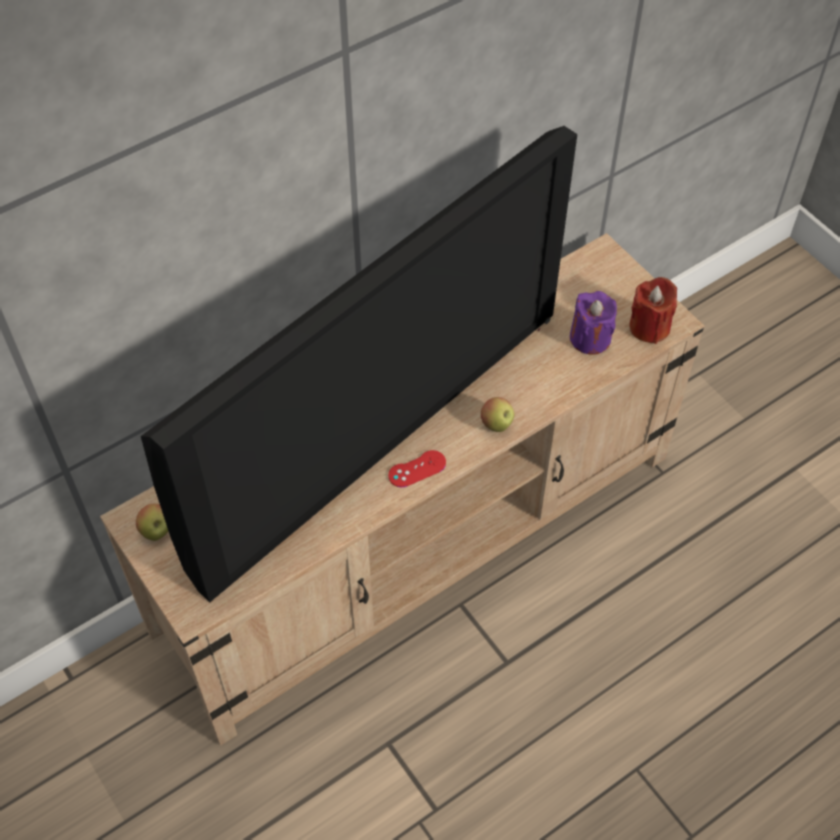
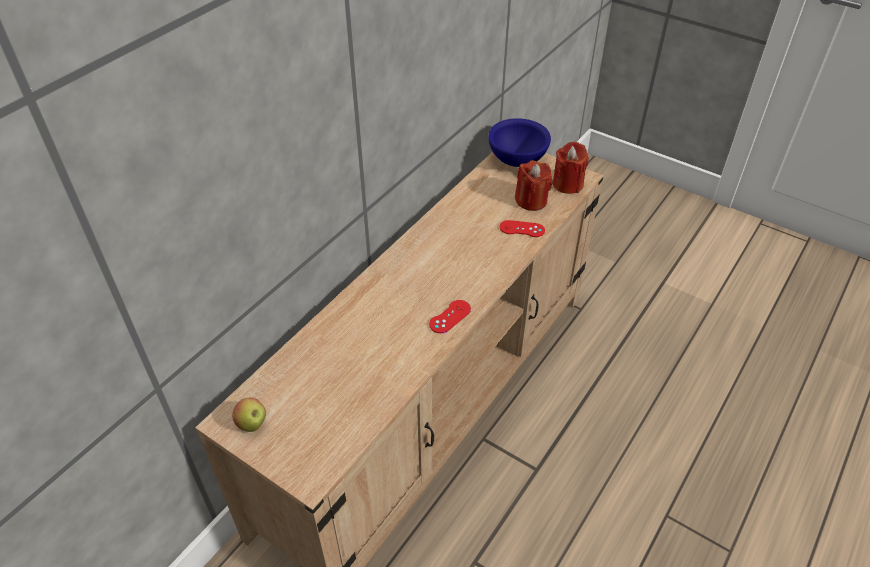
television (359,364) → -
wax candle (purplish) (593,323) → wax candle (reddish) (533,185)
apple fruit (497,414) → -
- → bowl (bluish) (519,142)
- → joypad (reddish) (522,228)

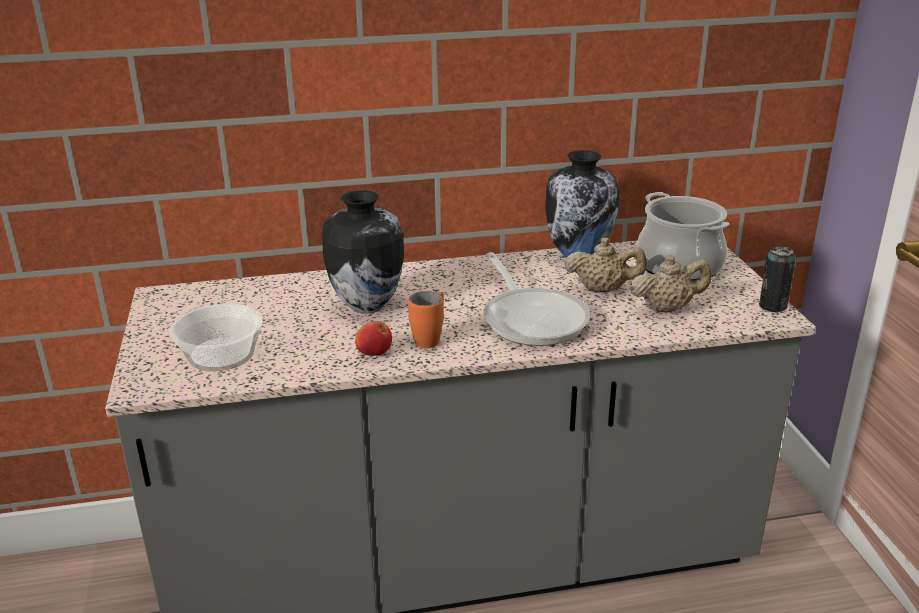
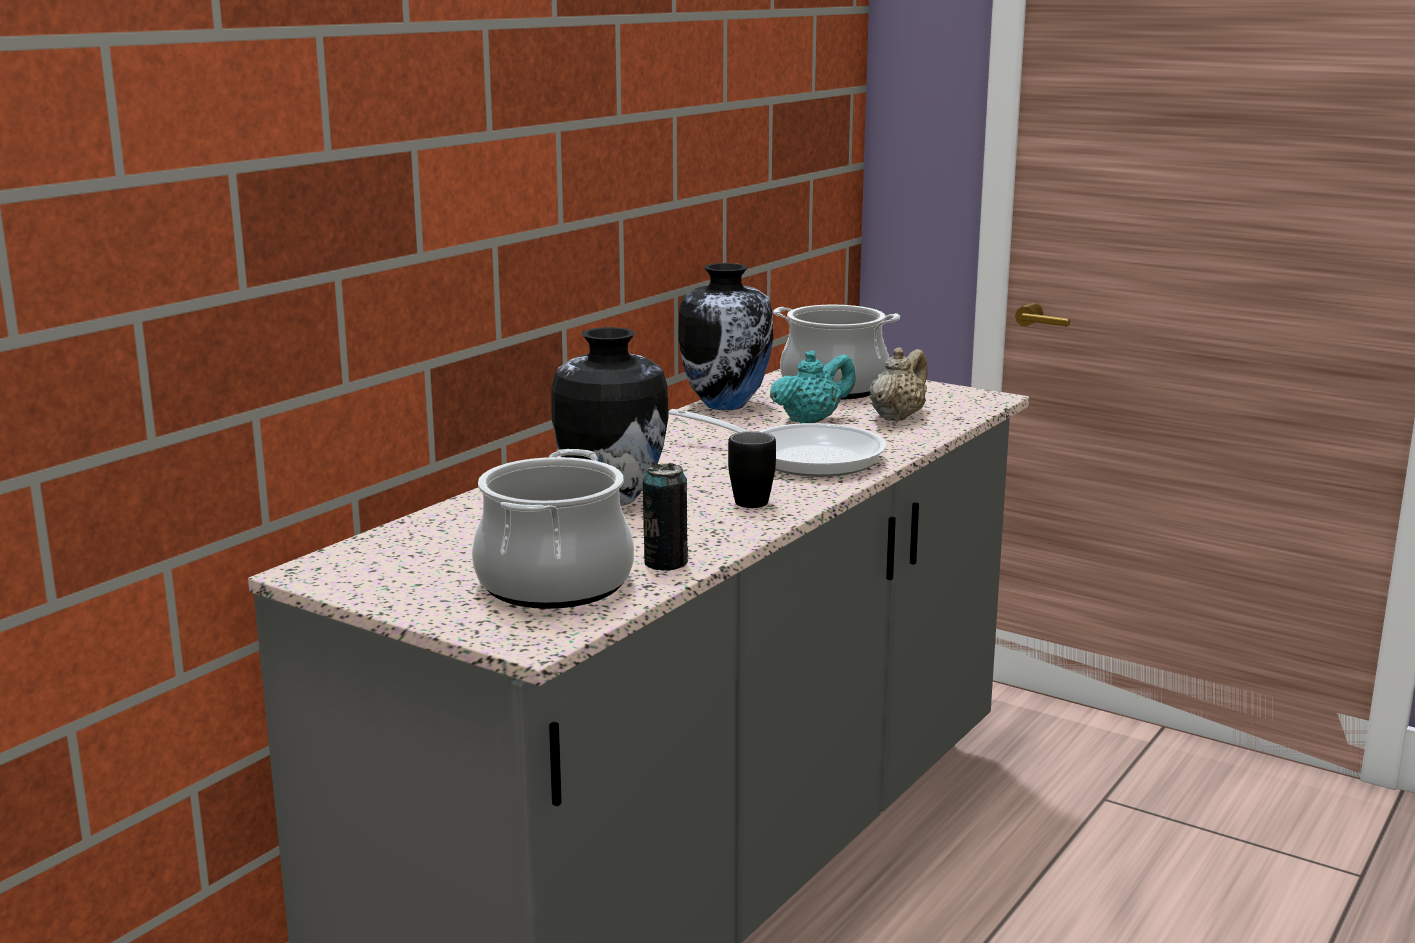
pot for tea (sand-coloured) (605,265) → pot for tea (blue-green) (813,386)
metal can (777,279) → metal can (665,517), move
mug (orange-coloured) (426,319) → mug (black) (752,469)
bowl (216,337) → saucepot (553,529)
apple fruit (373,338) → -

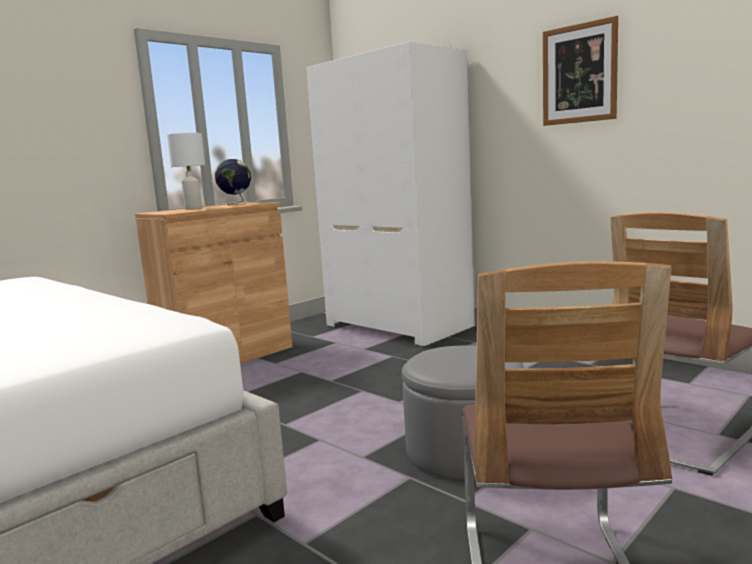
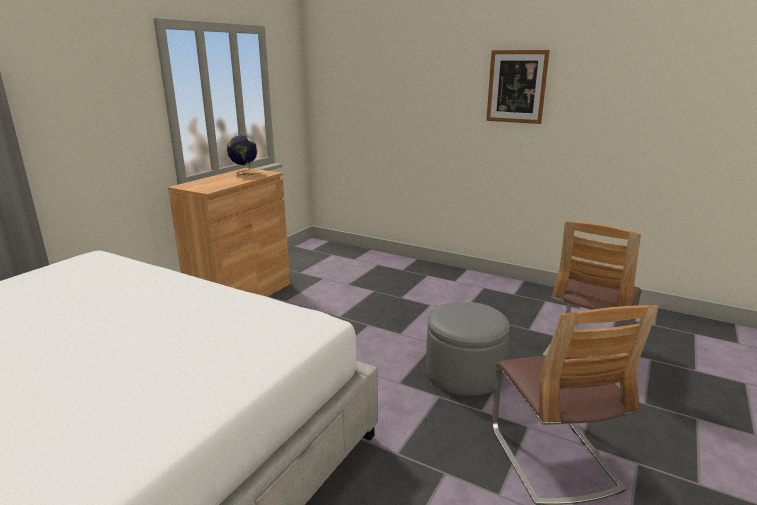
clothes cupboard (white) (390,194) → -
lamp for a table (white) (186,171) → -

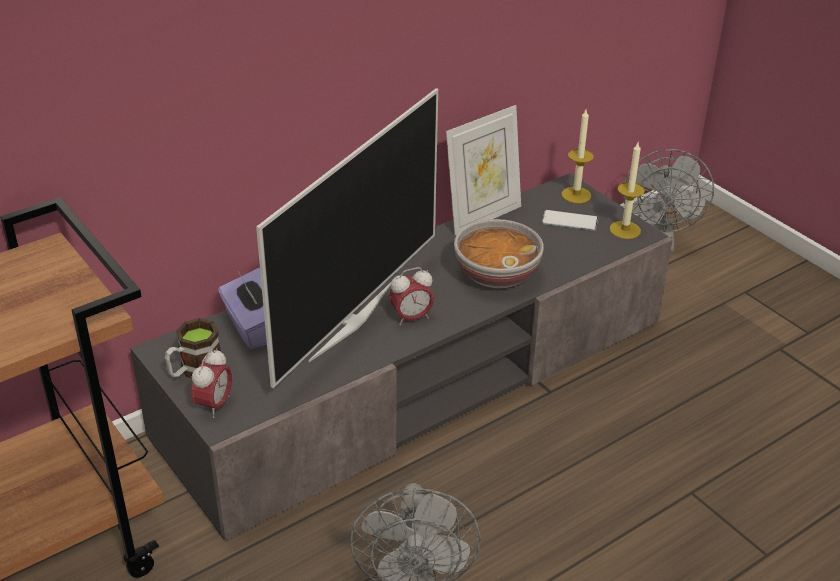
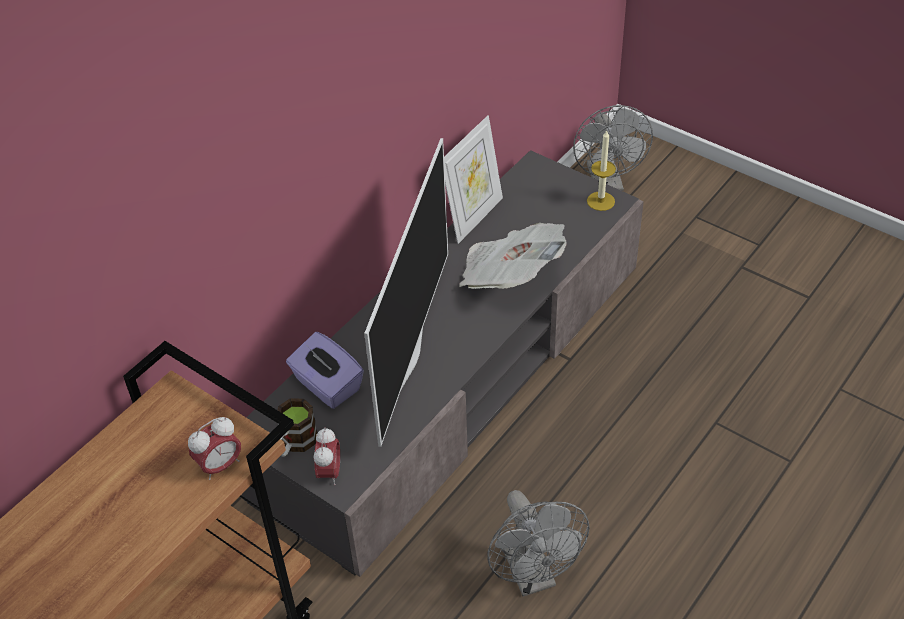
wax candle (578,156) → -
telephone (570,220) → -
bowl (499,253) → newspaper (513,256)
table clock (411,296) → table clock (214,448), move

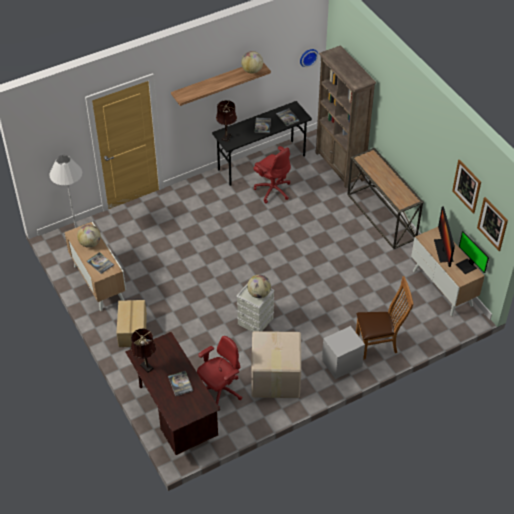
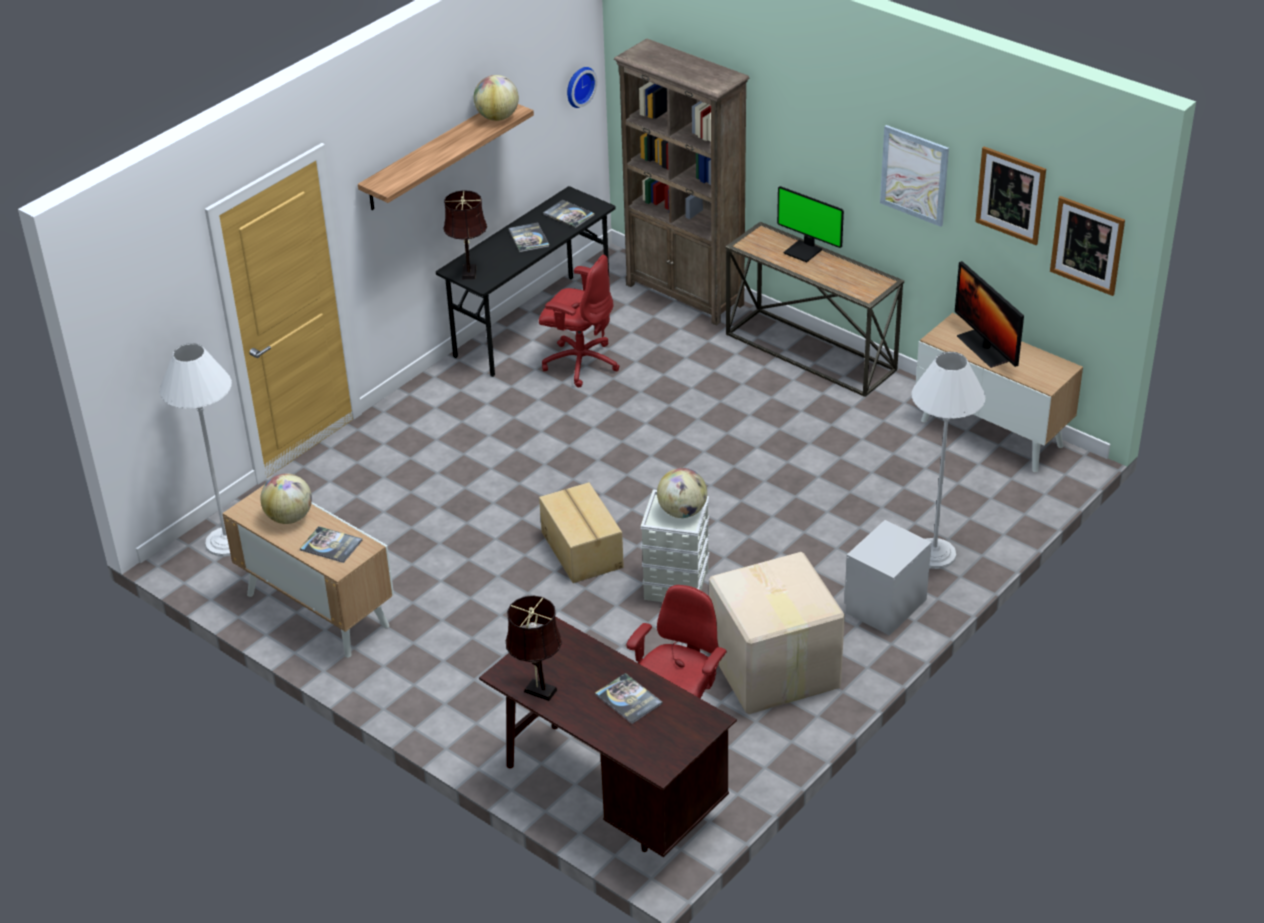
computer display (472,252) → computer display (810,224), move
chair (brownish) (384,317) → floor lamp (white) (949,460)
packing box (131,323) → packing box (581,532), move
- → wall art (914,176)

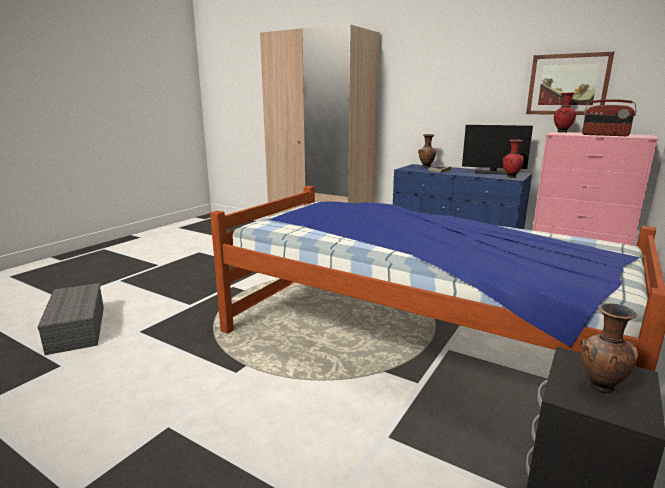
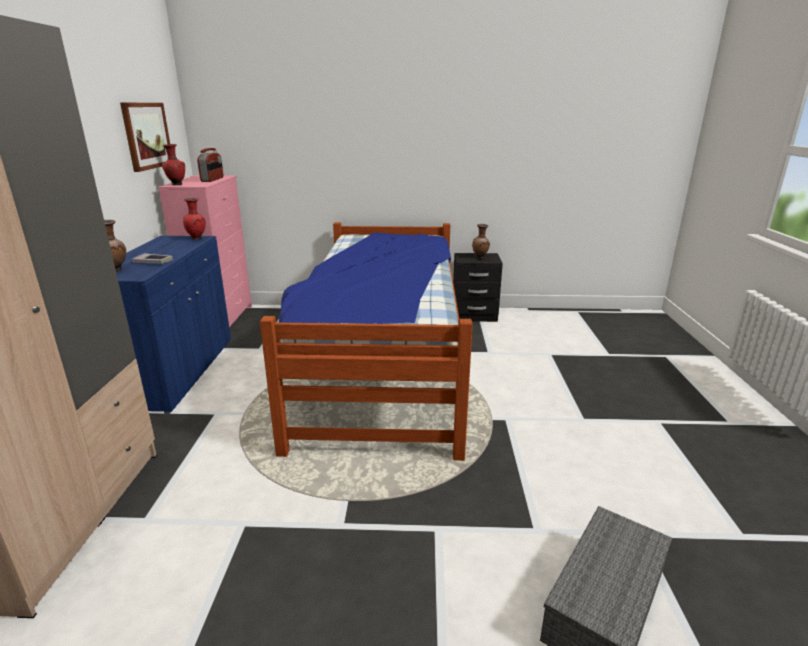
computer display (497,150) → -

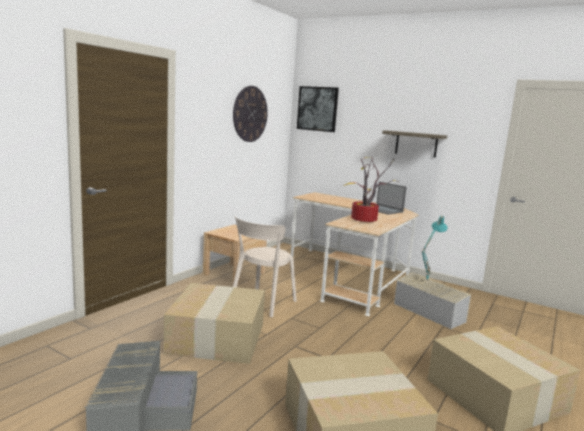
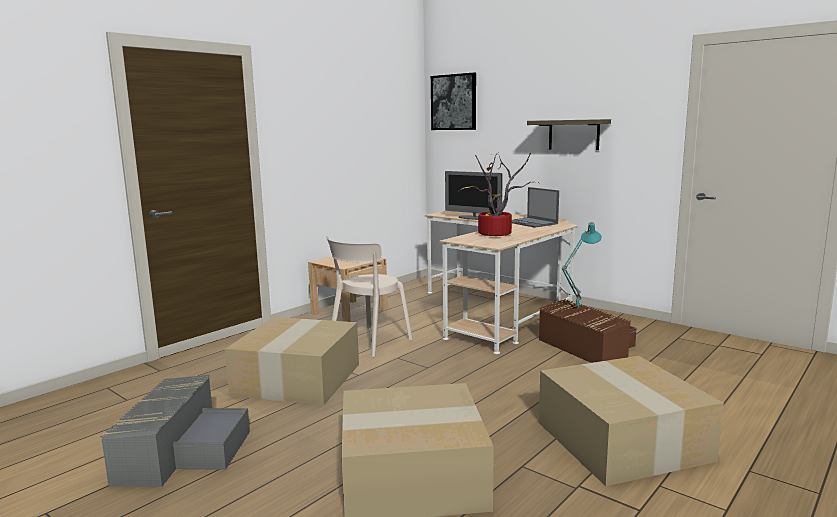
hanging clock (250,114) → -
storage container (grey) (433,300) → storage container (brownish) (587,331)
- → computer display (474,195)

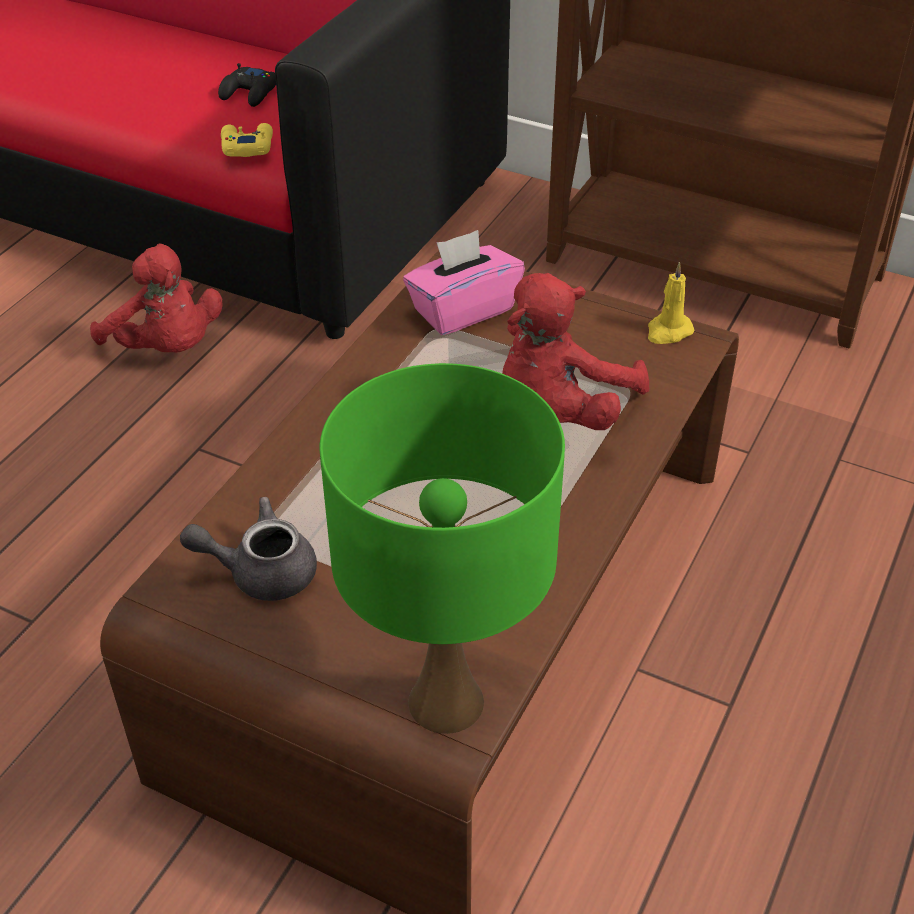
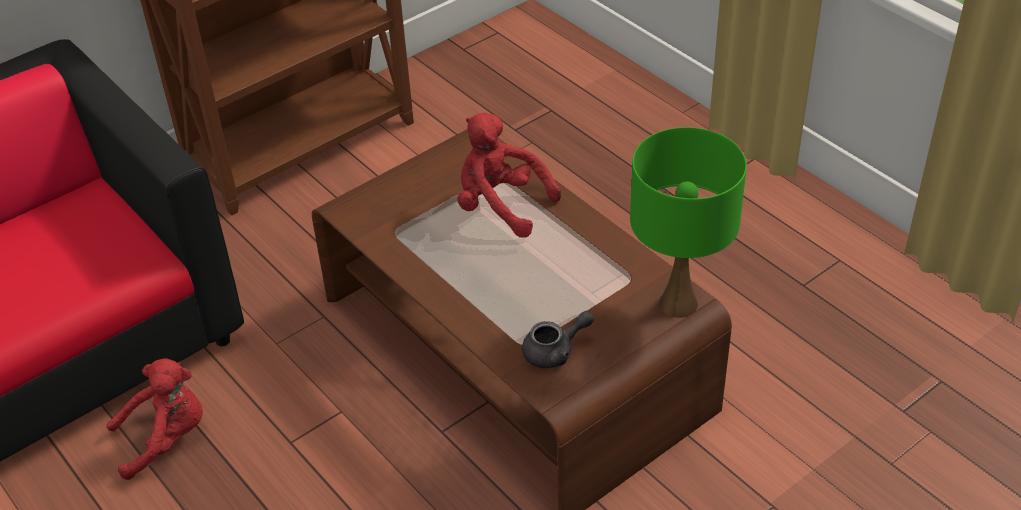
joypad (black) (247,85) → -
joypad (yellow-coloured) (247,140) → -
box of tissues (pink-coloured) (464,282) → -
wax candle (yellow-coloured) (671,303) → -
soft toy (reddish) (575,351) → soft toy (reddish) (509,175), 150 degrees clockwise
pot for tea (grey) (248,549) → pot for tea (grey) (558,339), 135 degrees counterclockwise

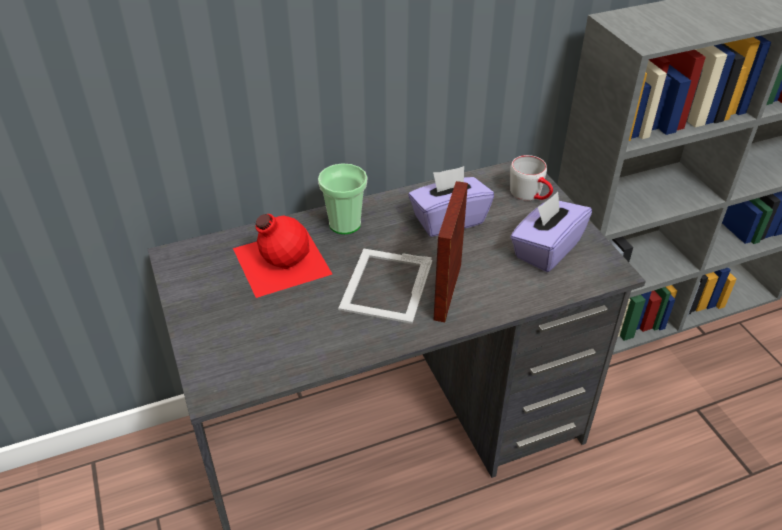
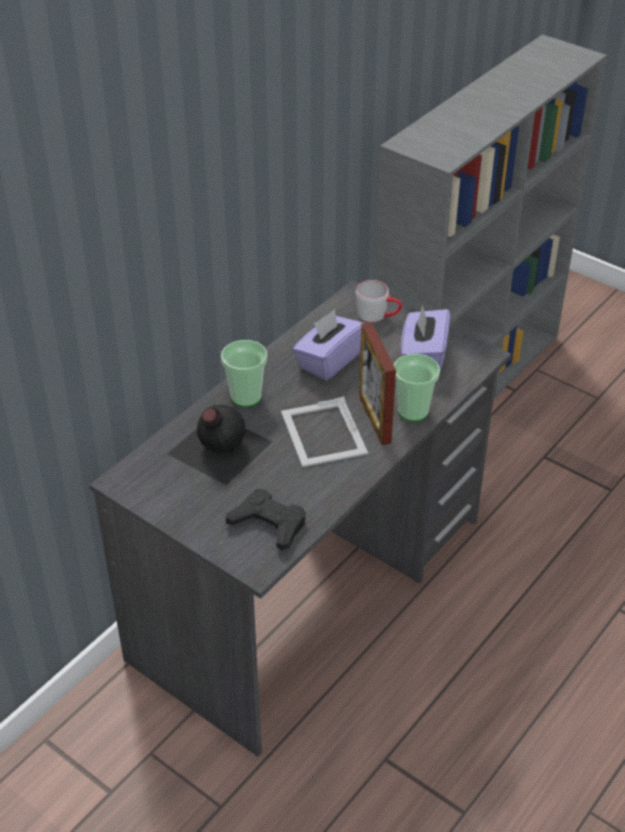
drink bottle (reddish) (282,256) → drink bottle (black) (220,445)
- → drinking cup (417,387)
- → joypad (black) (265,519)

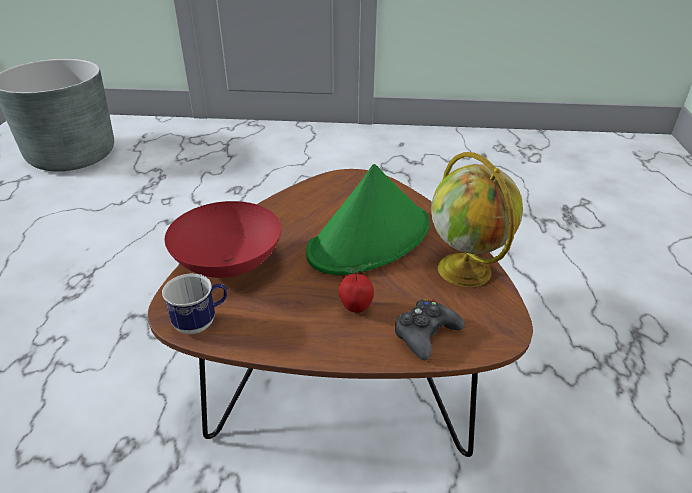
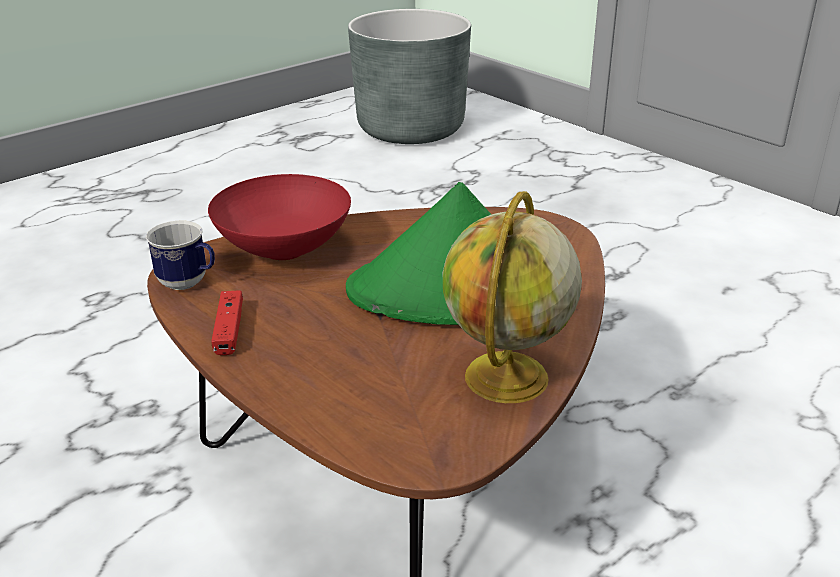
apple fruit (356,292) → -
joypad (black) (429,329) → -
- → joypad (reddish) (227,322)

